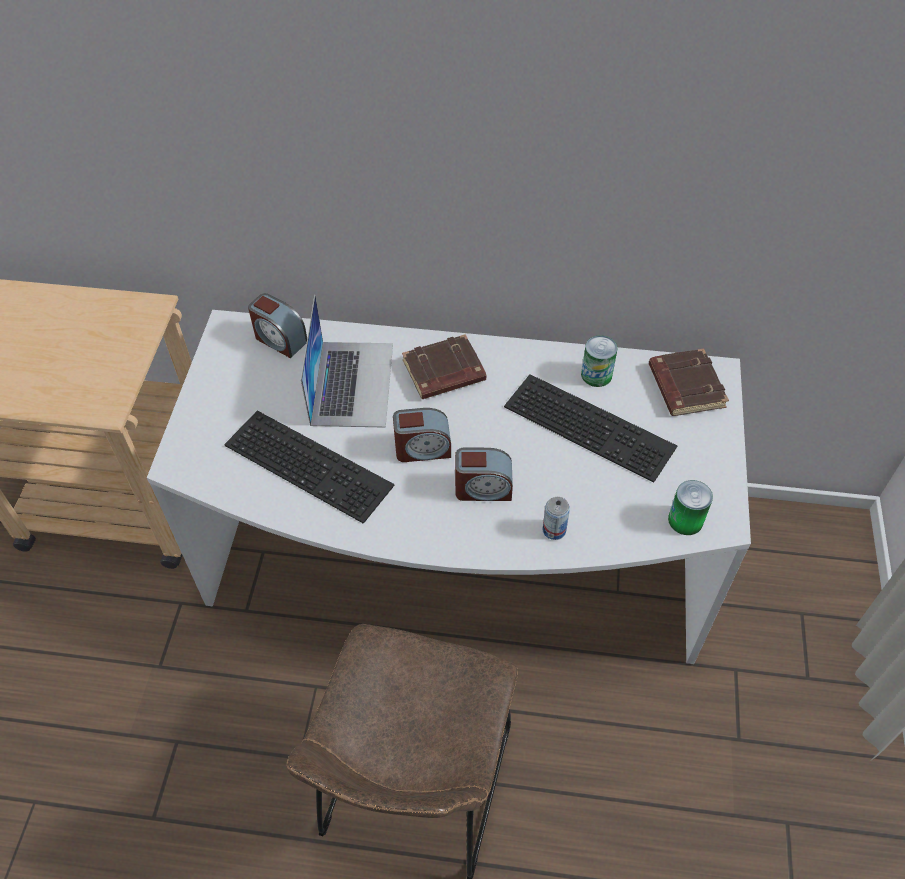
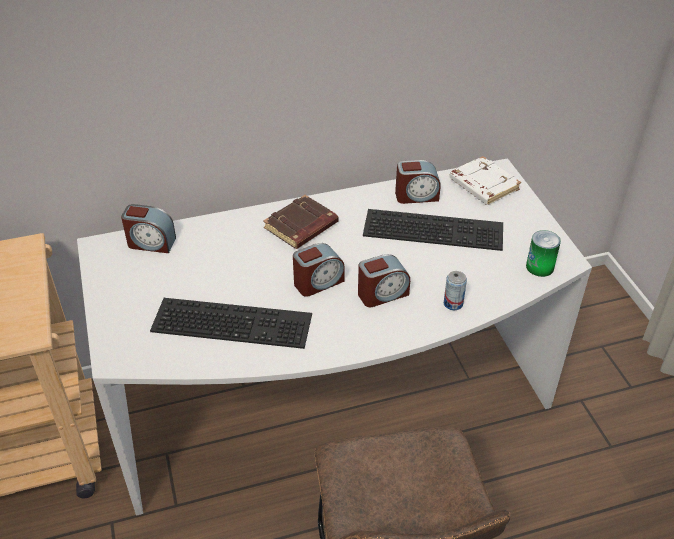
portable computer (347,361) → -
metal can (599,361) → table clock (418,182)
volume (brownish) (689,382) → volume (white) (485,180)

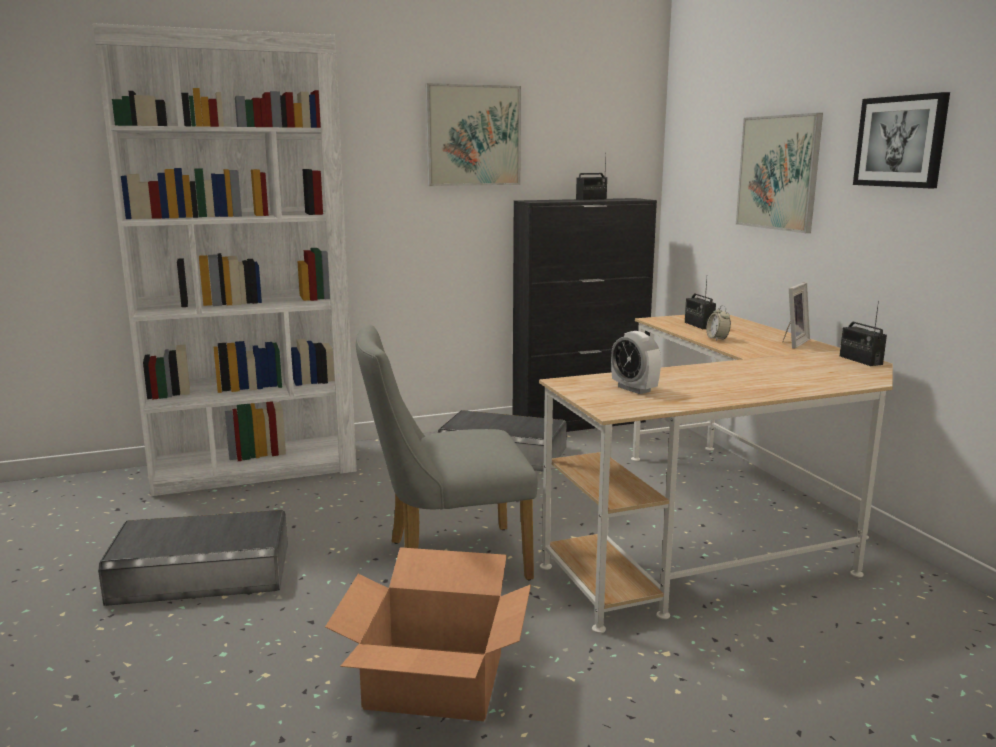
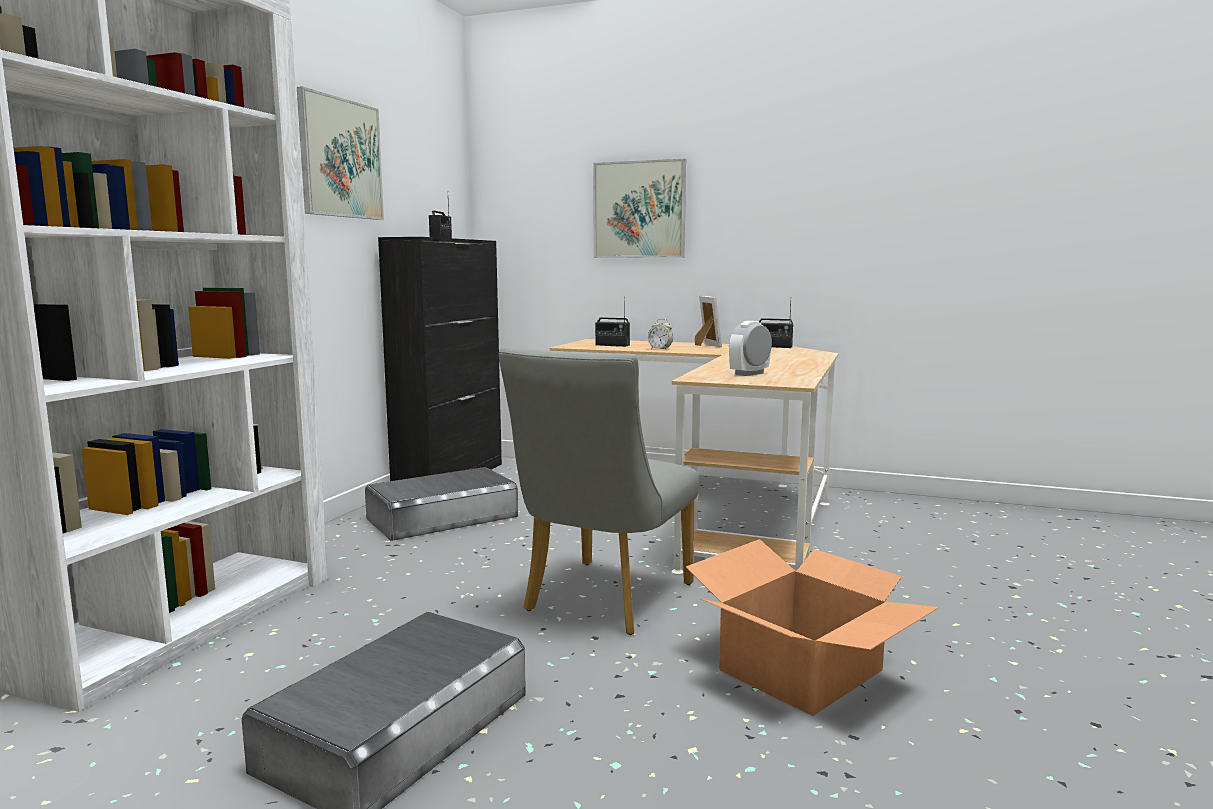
wall art (901,140) → -
table clock (636,362) → table clock (750,348), 135 degrees clockwise

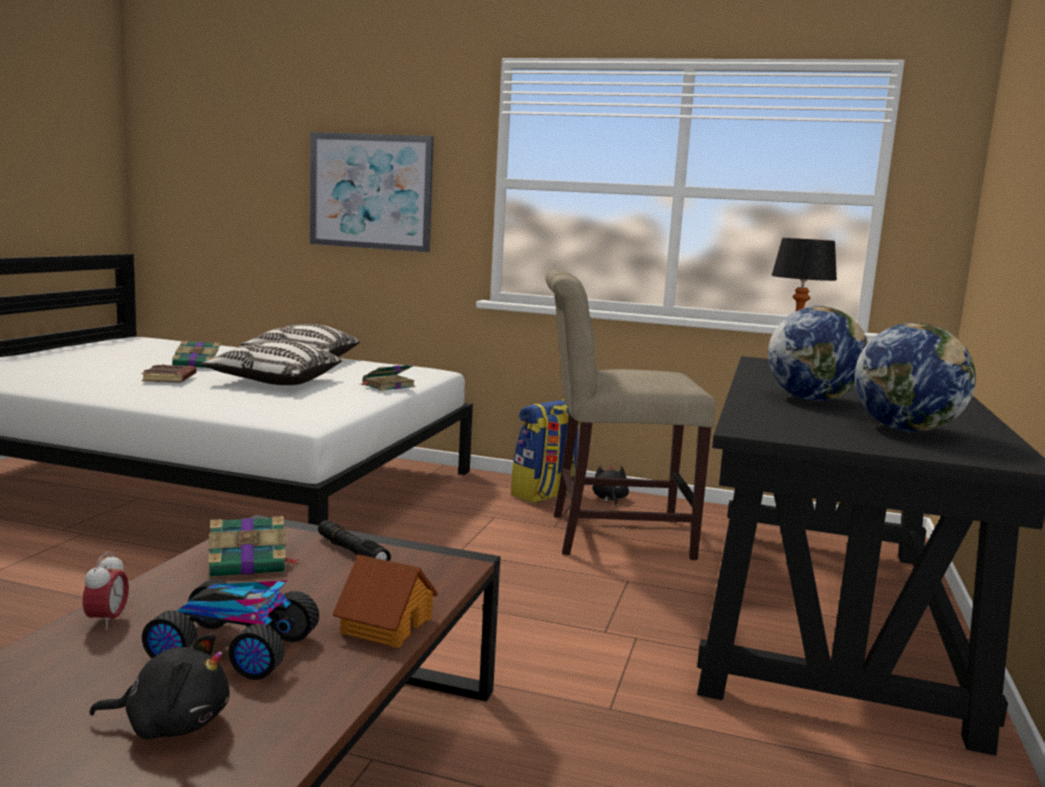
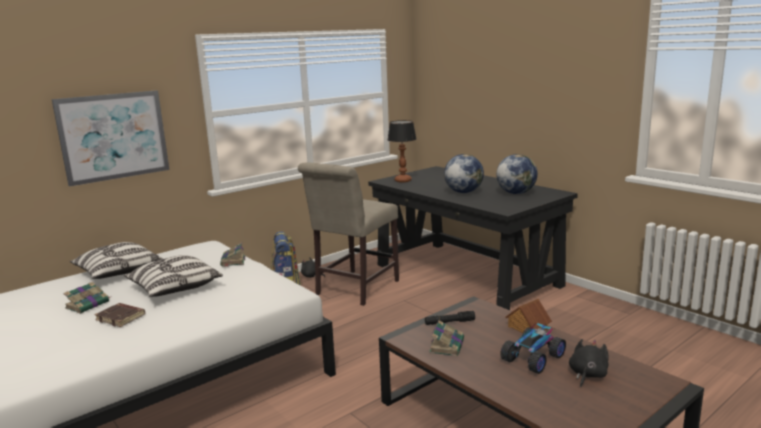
table clock (106,591) → -

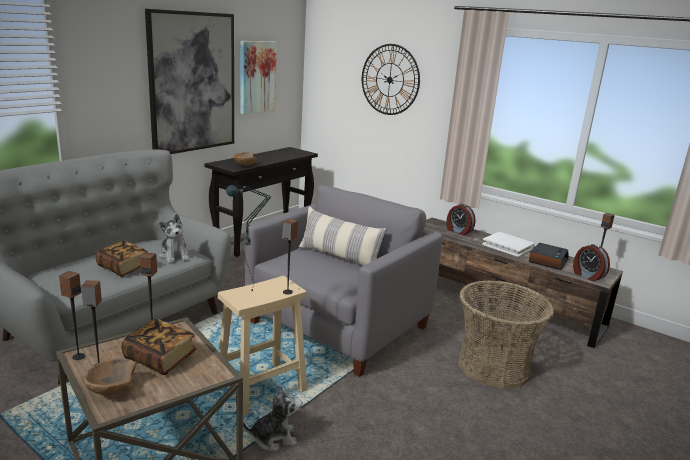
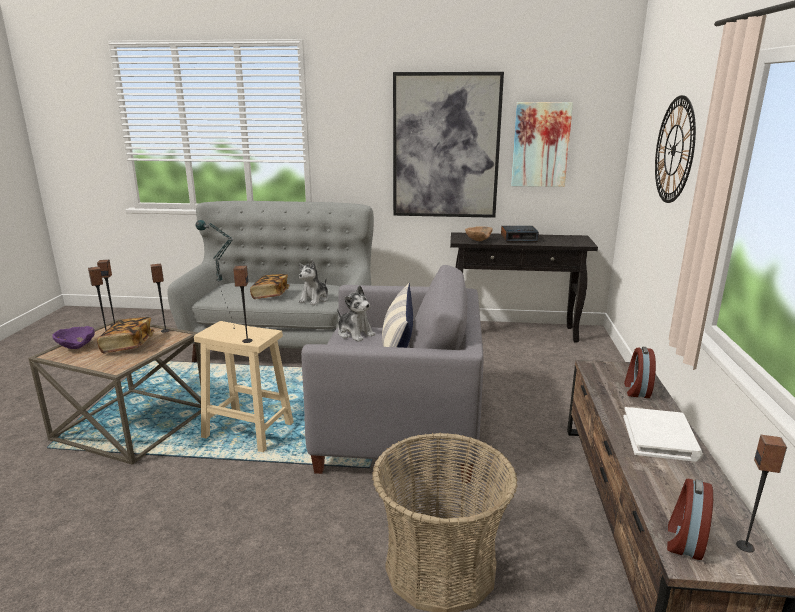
table clock (549,256) → table clock (520,234), move
bowl (brownish) (109,377) → bowl (purplish) (73,337)
soft toy (272,418) → soft toy (356,313), move

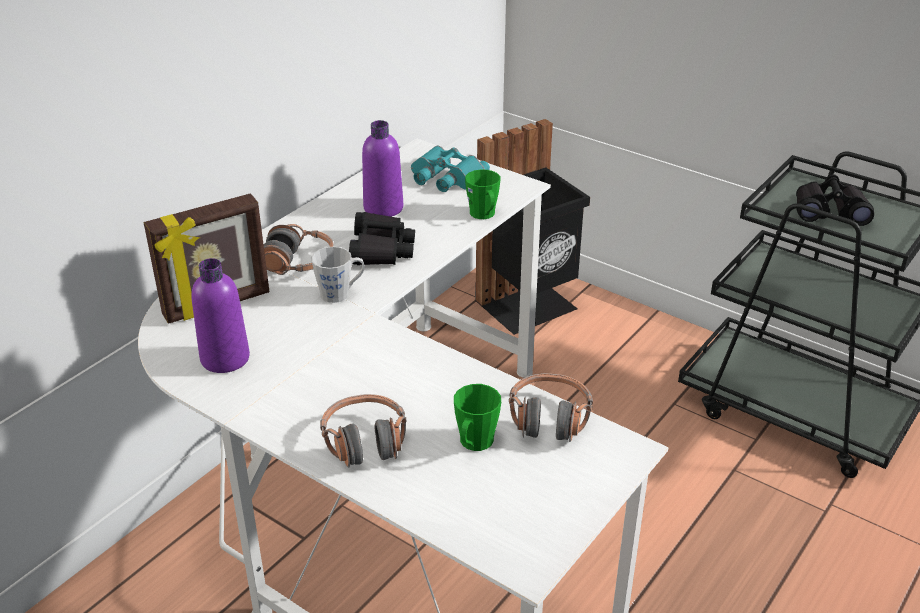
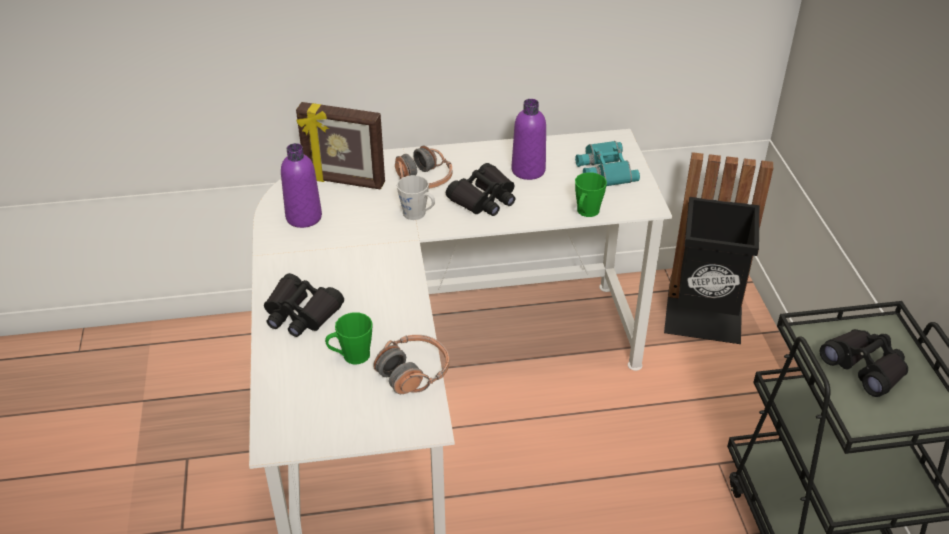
headphones (363,431) → field glasses (black) (304,305)

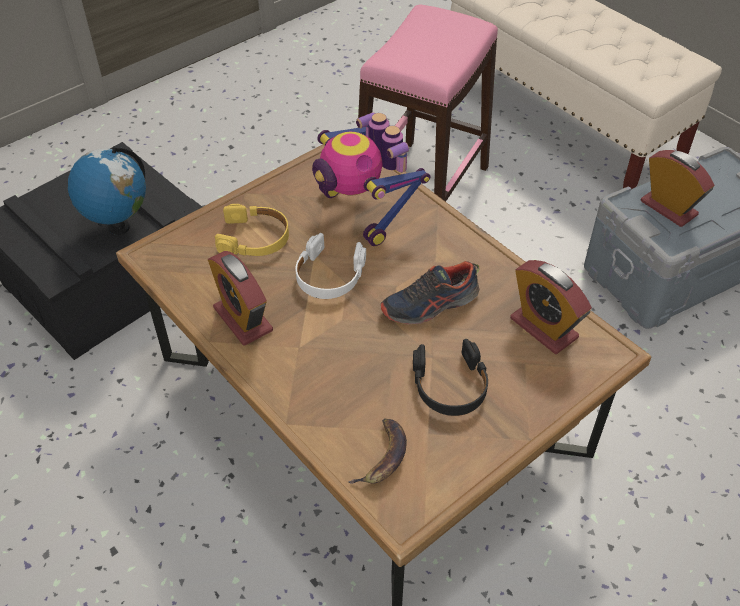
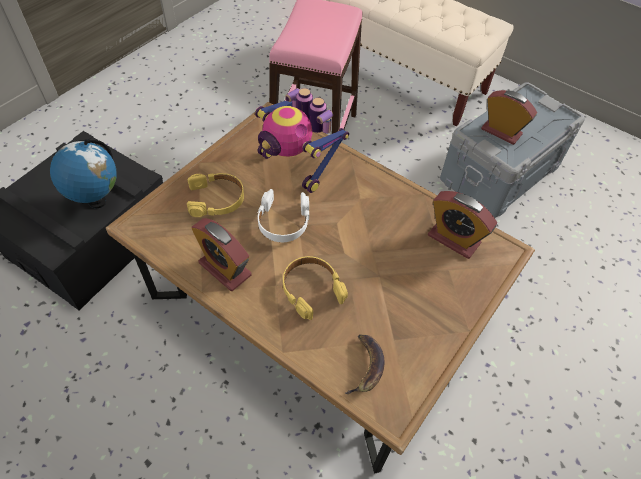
low shoe (430,293) → -
headphones (black) (450,377) → -
- → headphones (yellow-coloured) (315,288)

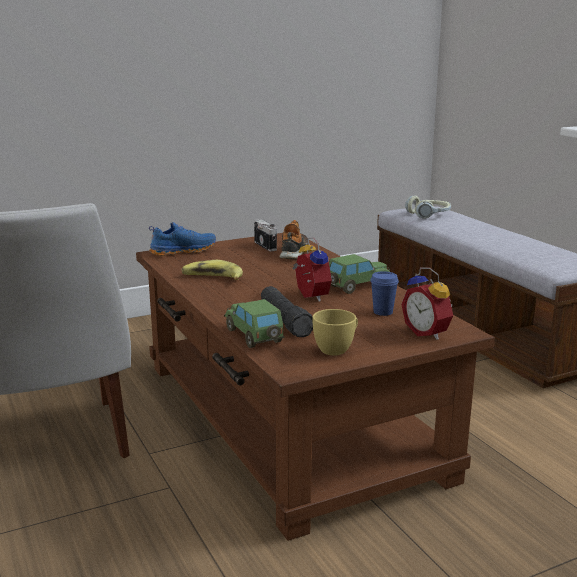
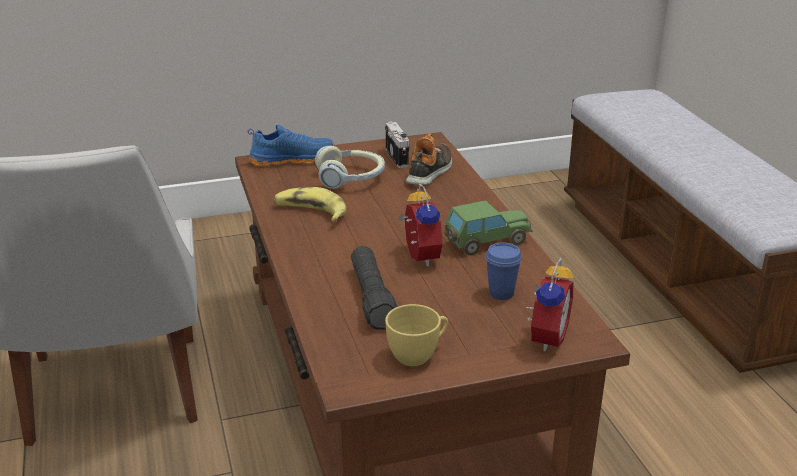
headphones (428,207) → headphones (350,167), move
table clock (427,303) → table clock (550,305), 135 degrees counterclockwise
model car (254,323) → -

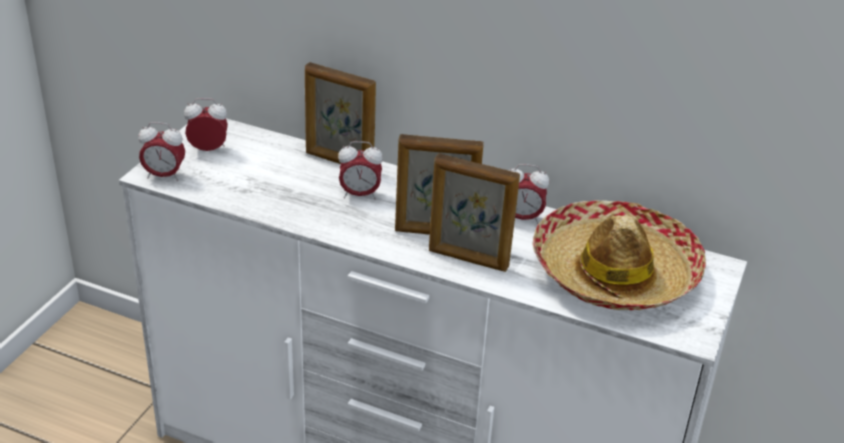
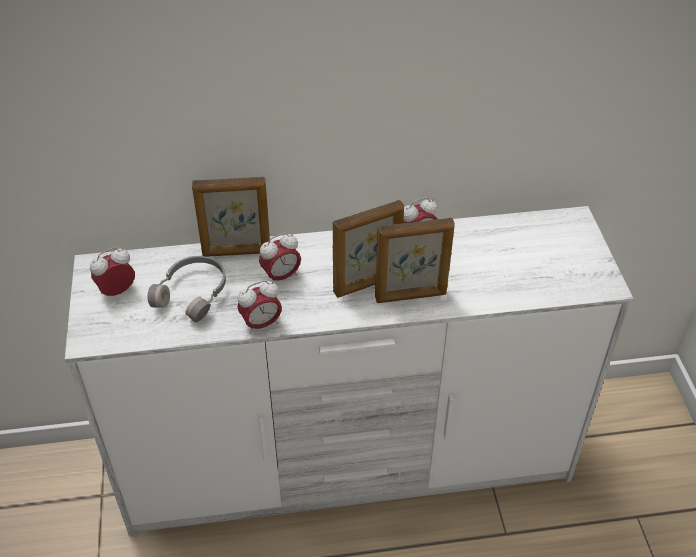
table clock (161,151) → table clock (259,307), move
clothing hat (619,255) → -
- → headphones (grey) (186,289)

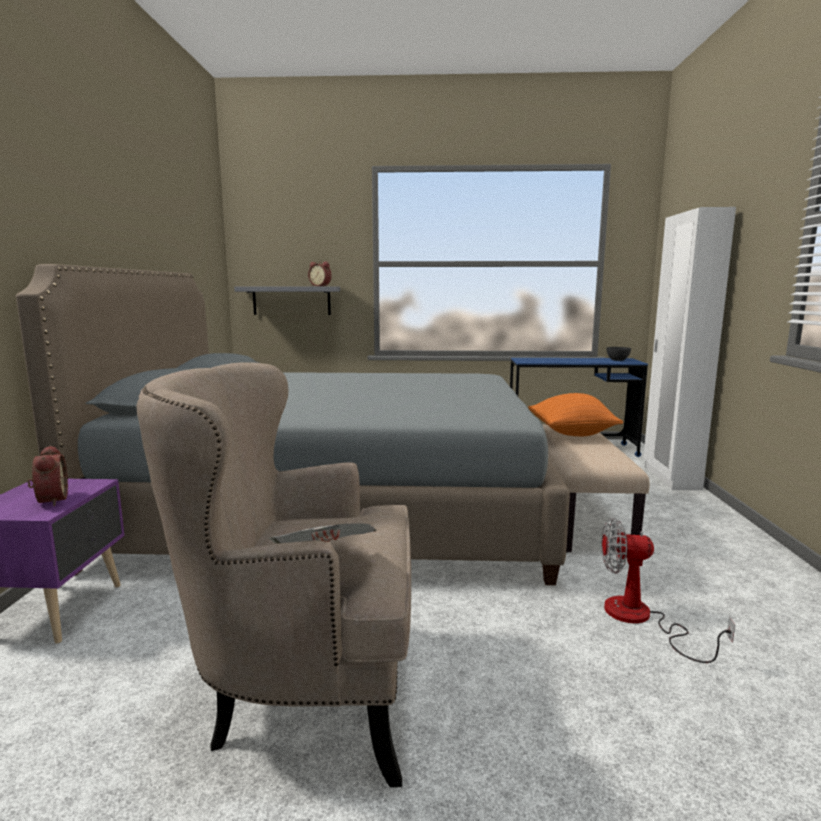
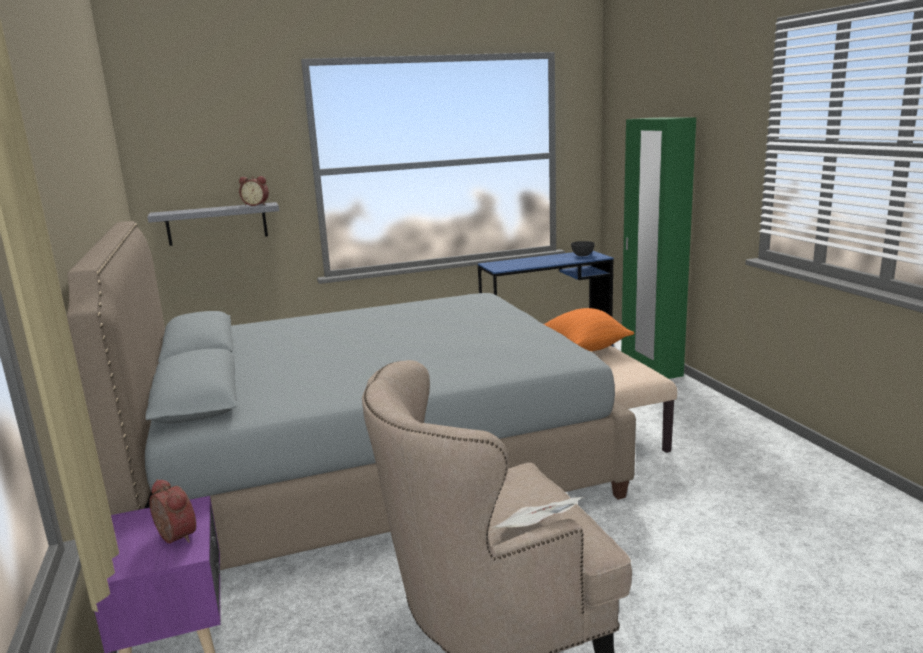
clothes cupboard (white) (689,349) → clothes cupboard (green-coloured) (658,248)
fan (668,590) → -

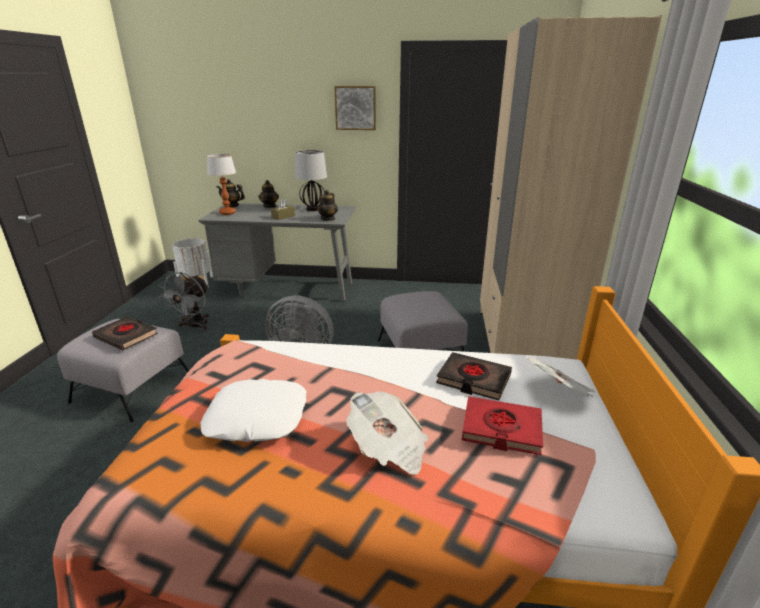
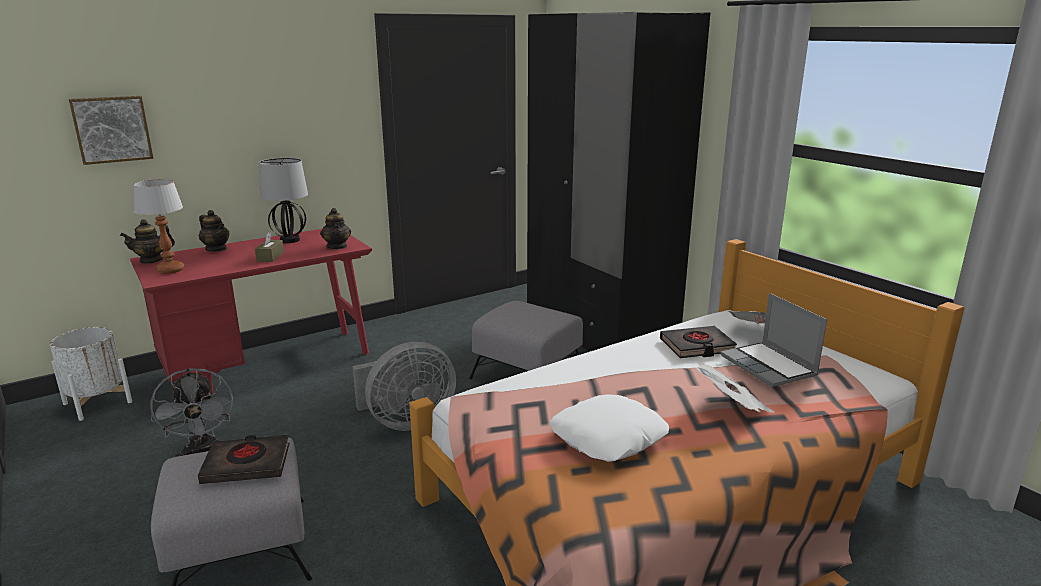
clothes cupboard (sand-coloured) (571,187) → clothes cupboard (black) (618,181)
wall art (355,108) → wall art (111,130), move
desk table (grey) (277,252) → desk table (reddish) (251,311)
volume (reddish) (502,425) → portable computer (773,340)

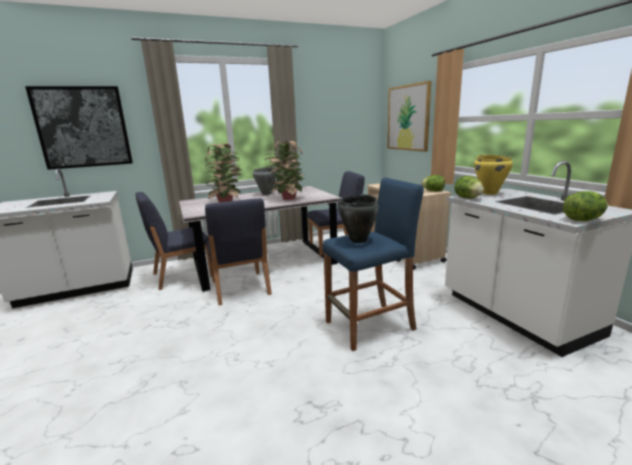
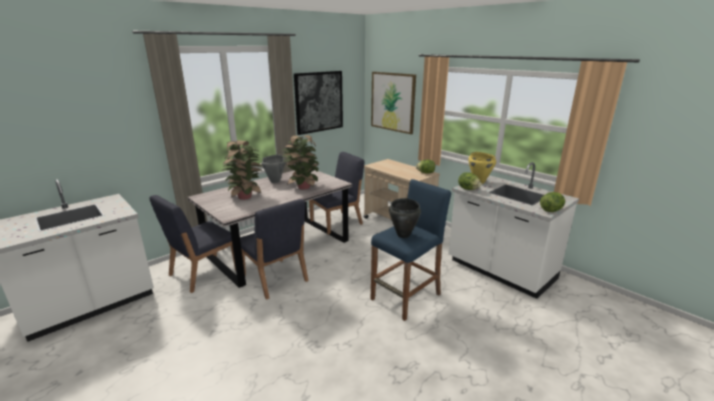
wall art (79,128) → wall art (318,103), move

